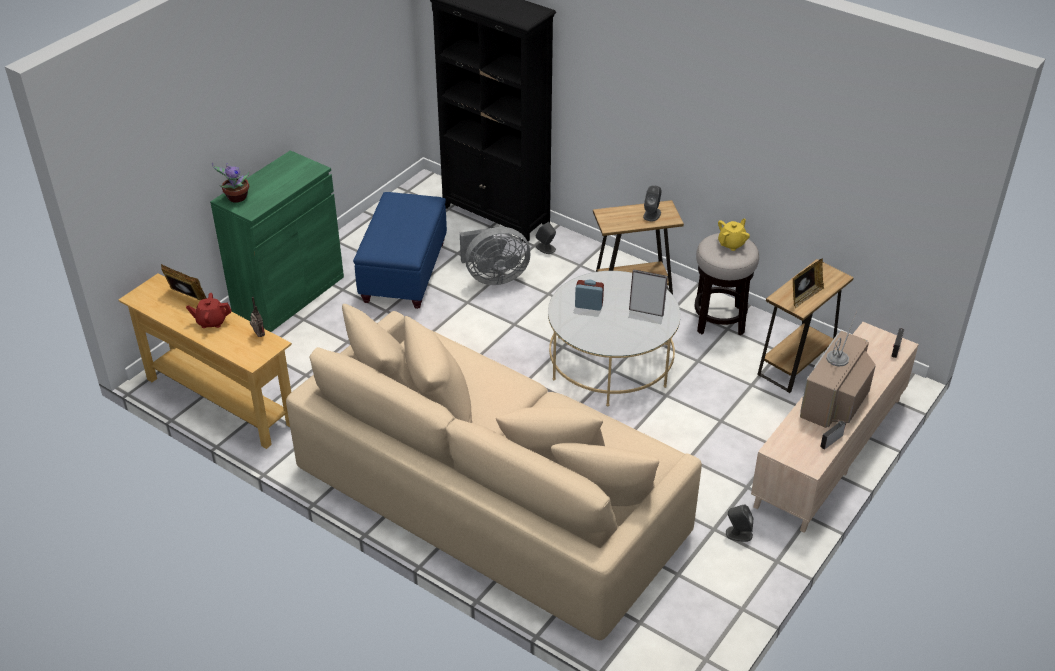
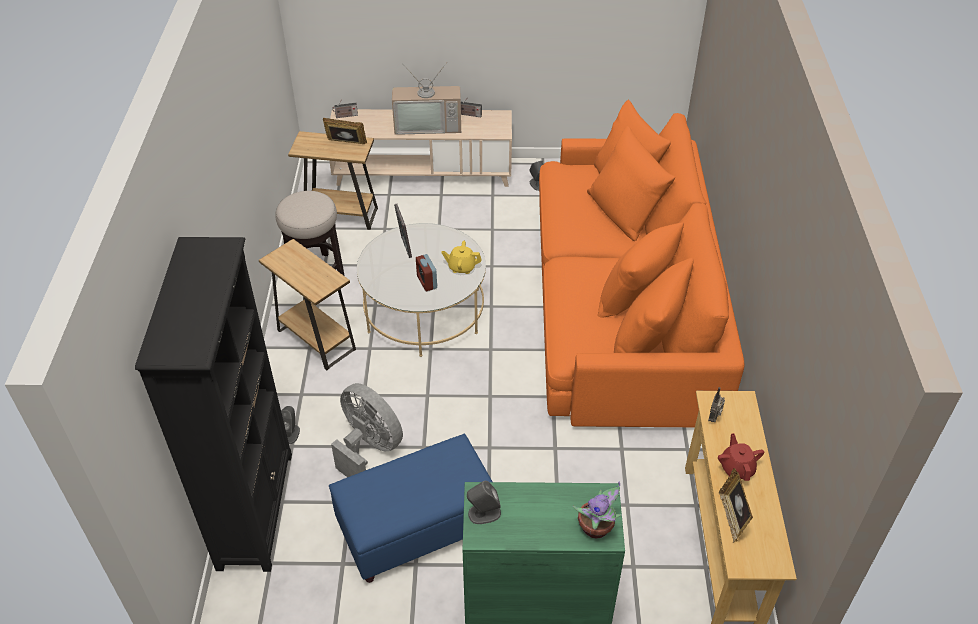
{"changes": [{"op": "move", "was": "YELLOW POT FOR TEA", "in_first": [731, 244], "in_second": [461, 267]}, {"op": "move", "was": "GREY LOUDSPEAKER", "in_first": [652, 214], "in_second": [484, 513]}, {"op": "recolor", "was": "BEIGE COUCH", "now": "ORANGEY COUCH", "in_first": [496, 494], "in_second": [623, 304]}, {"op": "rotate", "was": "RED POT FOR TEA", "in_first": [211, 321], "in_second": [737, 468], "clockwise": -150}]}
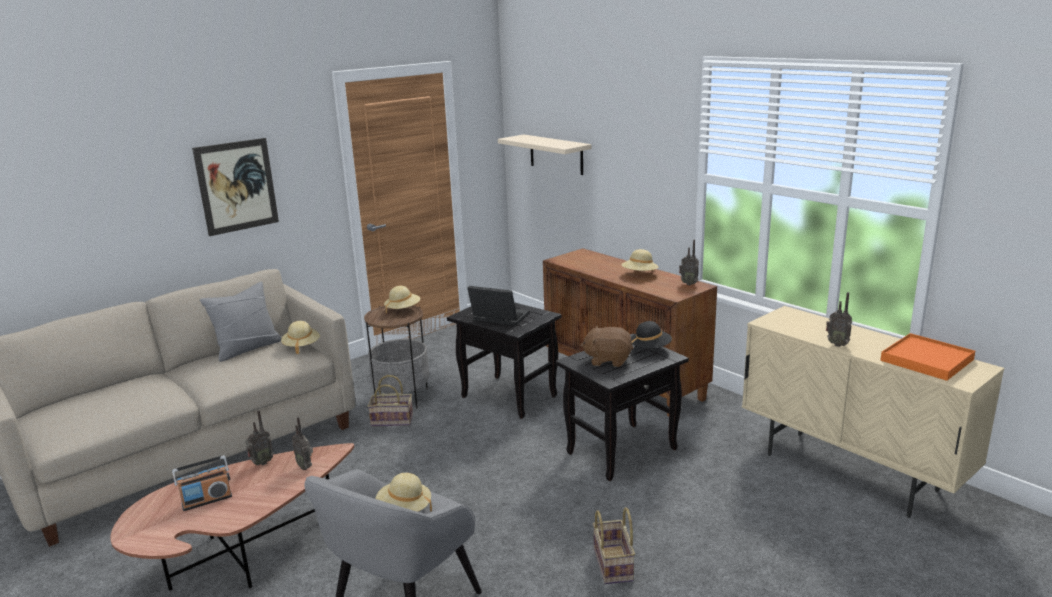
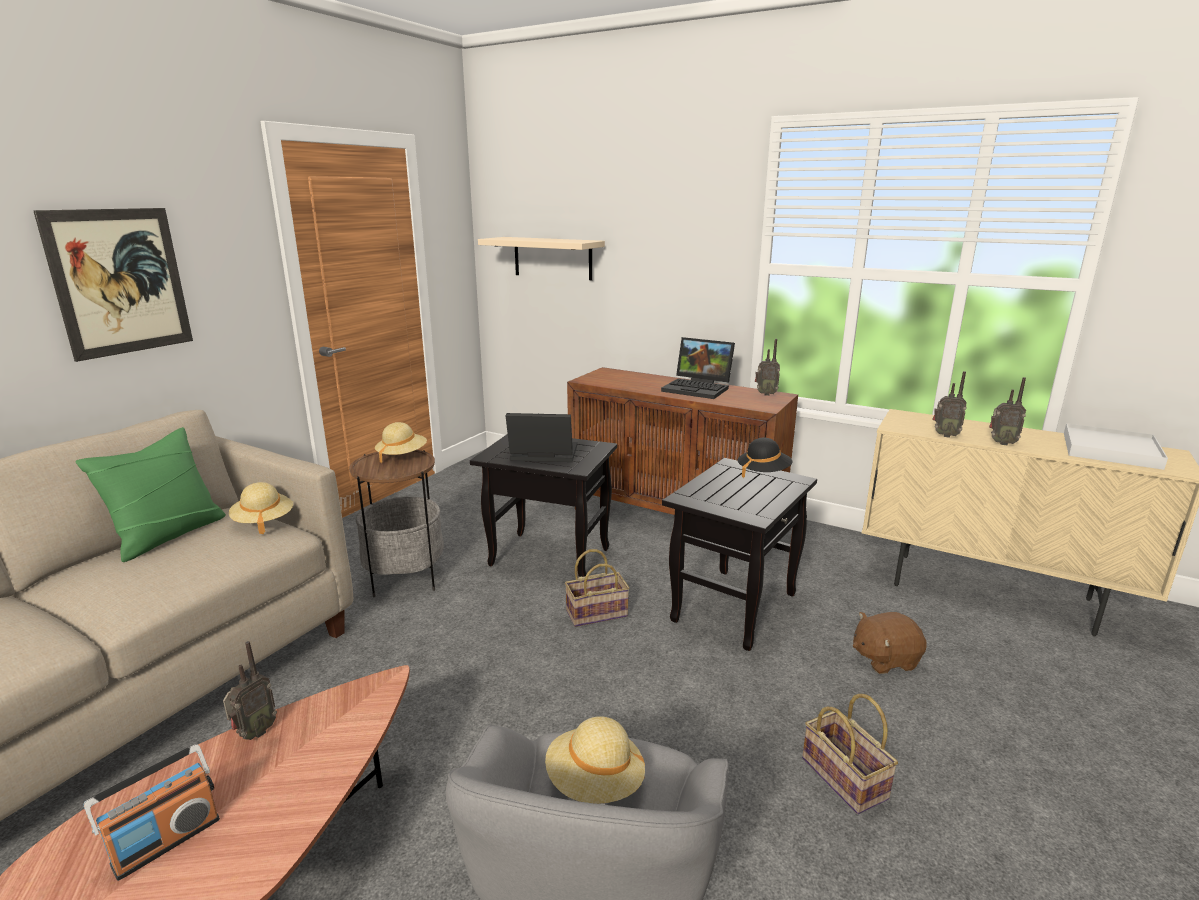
{"changes": [{"op": "recolor", "was": "GREY CUSHION", "now": "GREEN CUSHION", "in_first": [247, 348], "in_second": [168, 535]}, {"op": "move", "was": "BASKET", "in_first": [393, 420], "in_second": [598, 612]}, {"op": "replace", "was": "BEIGE CLOTHING HAT", "now": "PORTABLE COMPUTER", "in_first": [639, 274], "in_second": [699, 388]}, {"op": "move", "was": "BROWNISH SOFT TOY", "in_first": [608, 360], "in_second": [884, 659]}, {"op": "move", "was": "RADIO SET", "in_first": [305, 466], "in_second": [945, 435]}, {"op": "recolor", "was": "ORANGEY SERVING TRAY", "now": "WHITISH SERVING TRAY", "in_first": [927, 360], "in_second": [1110, 450]}]}
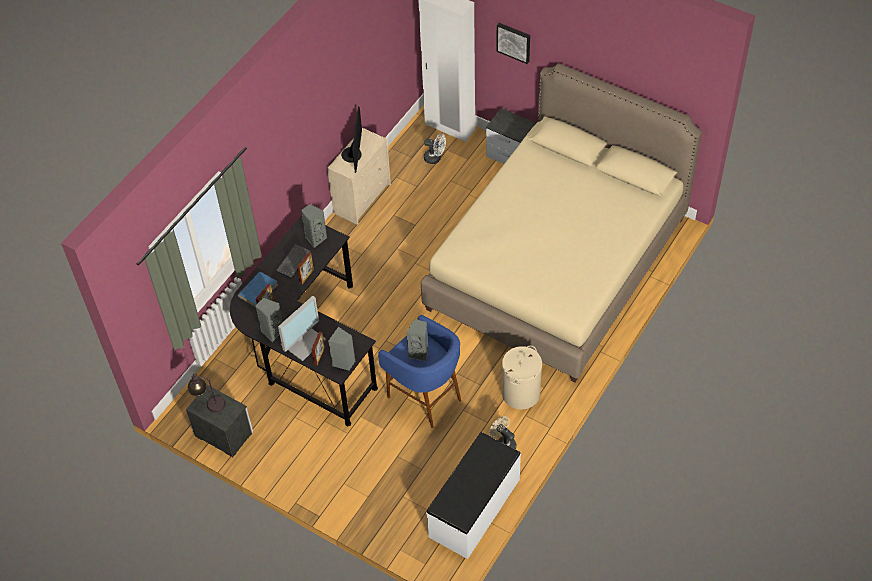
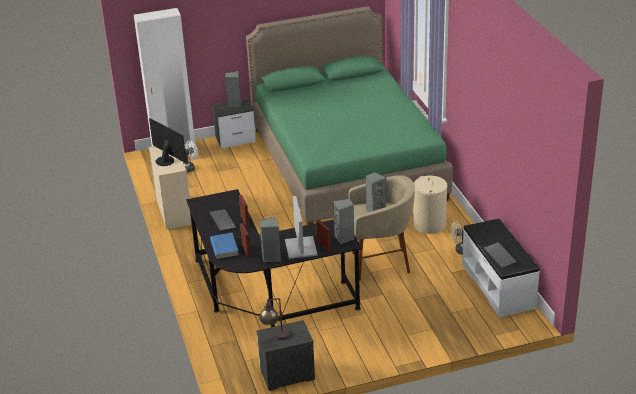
{"changes": [{"op": "move", "was": "GREY LOUDSPEAKER", "in_first": [315, 238], "in_second": [234, 103]}, {"op": "recolor", "was": "BEIGE BED", "now": "GREEN BED", "in_first": [557, 263], "in_second": [346, 163]}, {"op": "recolor", "was": "BLUE STOOL SEAT", "now": "BEIGE STOOL SEAT", "in_first": [425, 397], "in_second": [381, 264]}, {"op": "insert", "now": "PC KEYBOARD", "in_second": [501, 256]}, {"op": "delete", "was": "WALL PICTURE", "in_first": [514, 42]}]}
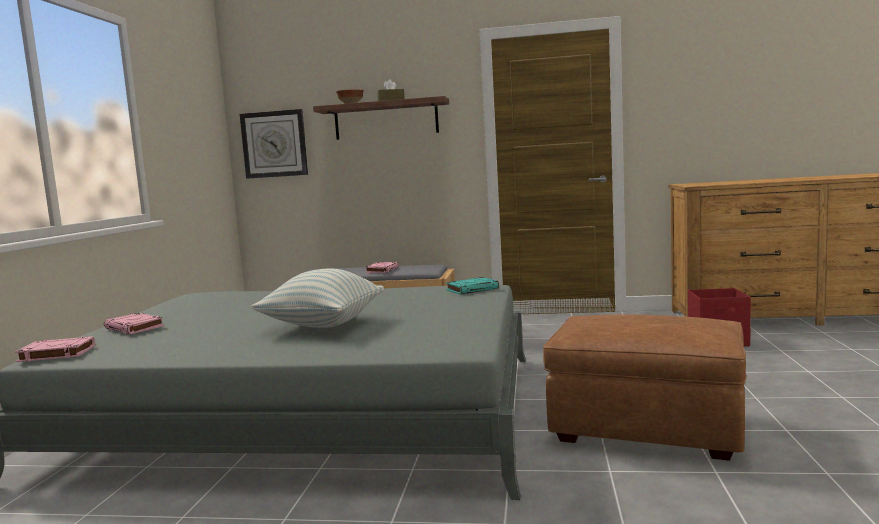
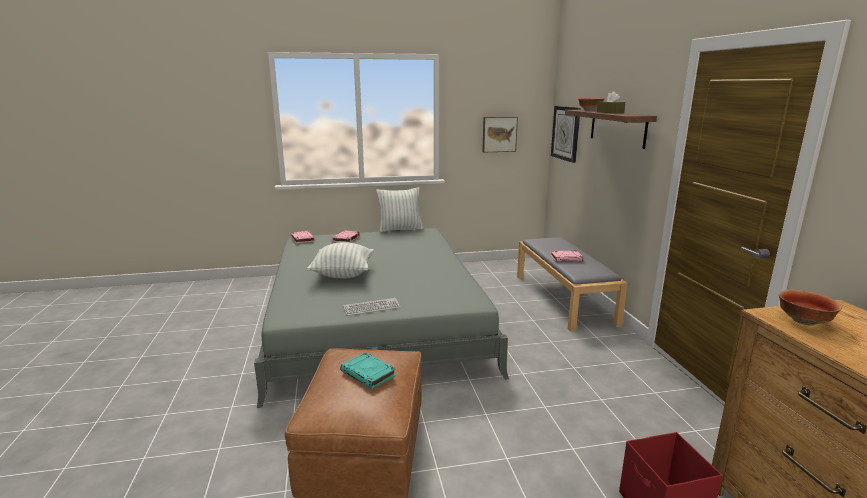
{"changes": [{"op": "move", "was": "BLUE-GREEN BOOK", "in_first": [472, 289], "in_second": [369, 374]}, {"op": "insert", "now": "PC KEYBOARD", "in_second": [372, 308]}, {"op": "insert", "now": "CUSHION", "in_second": [400, 229]}, {"op": "insert", "now": "WALL PICTURE", "in_second": [499, 134]}, {"op": "insert", "now": "BOWL", "in_second": [804, 321]}]}
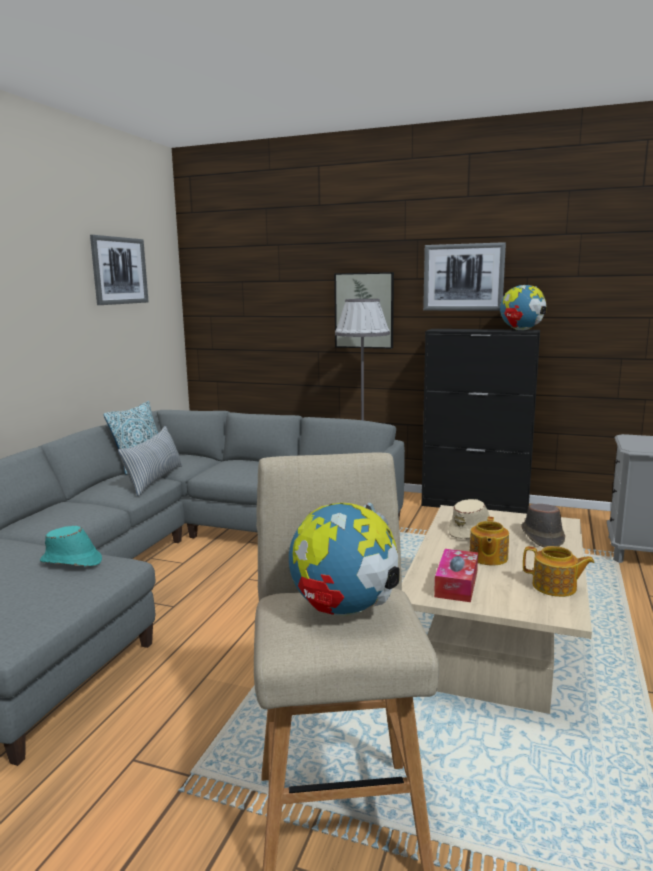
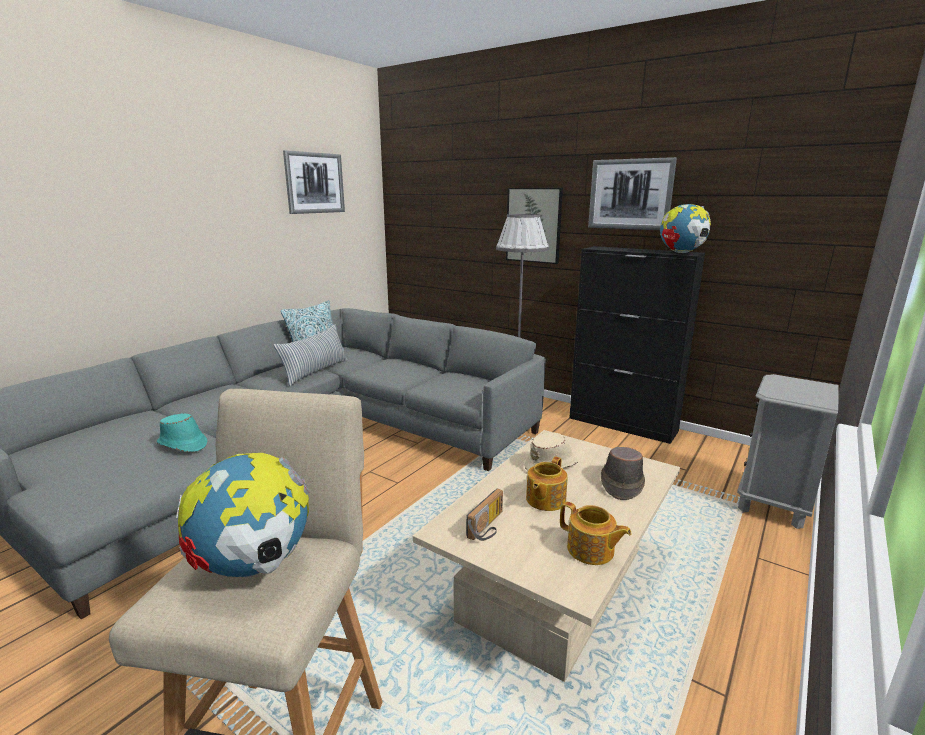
{"changes": [{"op": "replace", "was": "BOX OF TISSUES", "now": "RADIO SET", "in_first": [456, 584], "in_second": [489, 527]}]}
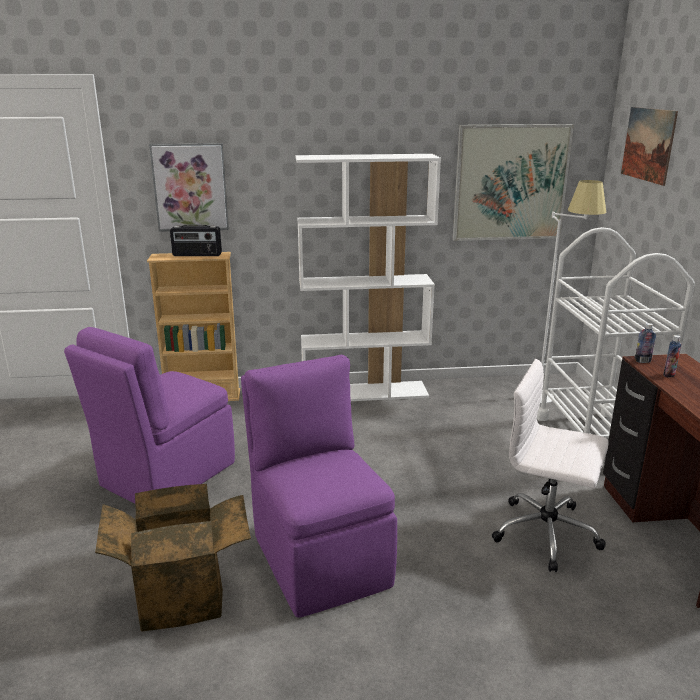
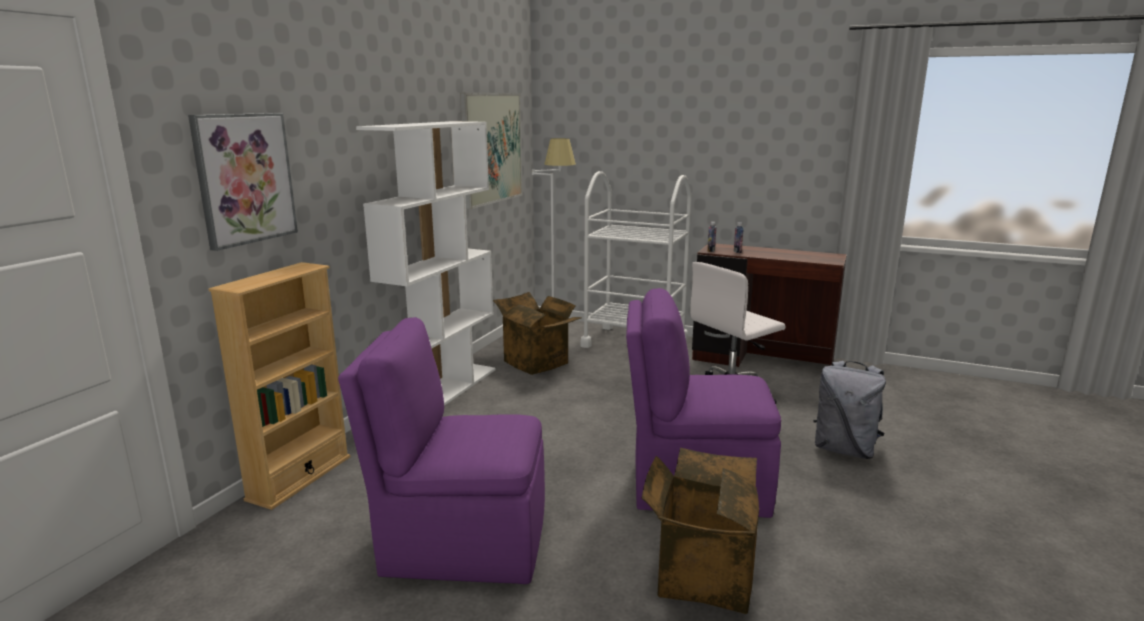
{"changes": [{"op": "rotate", "was": "PURPLE-COLOURED CHAIR", "in_first": [165, 476], "in_second": [461, 543], "clockwise": 120}, {"op": "insert", "now": "CARDBOARD BOX", "in_second": [539, 362]}, {"op": "insert", "now": "GREY KNAPSACK", "in_second": [844, 449]}, {"op": "delete", "was": "RADIO SET", "in_first": [197, 255]}, {"op": "delete", "was": "WALL PICTURE", "in_first": [648, 144]}]}
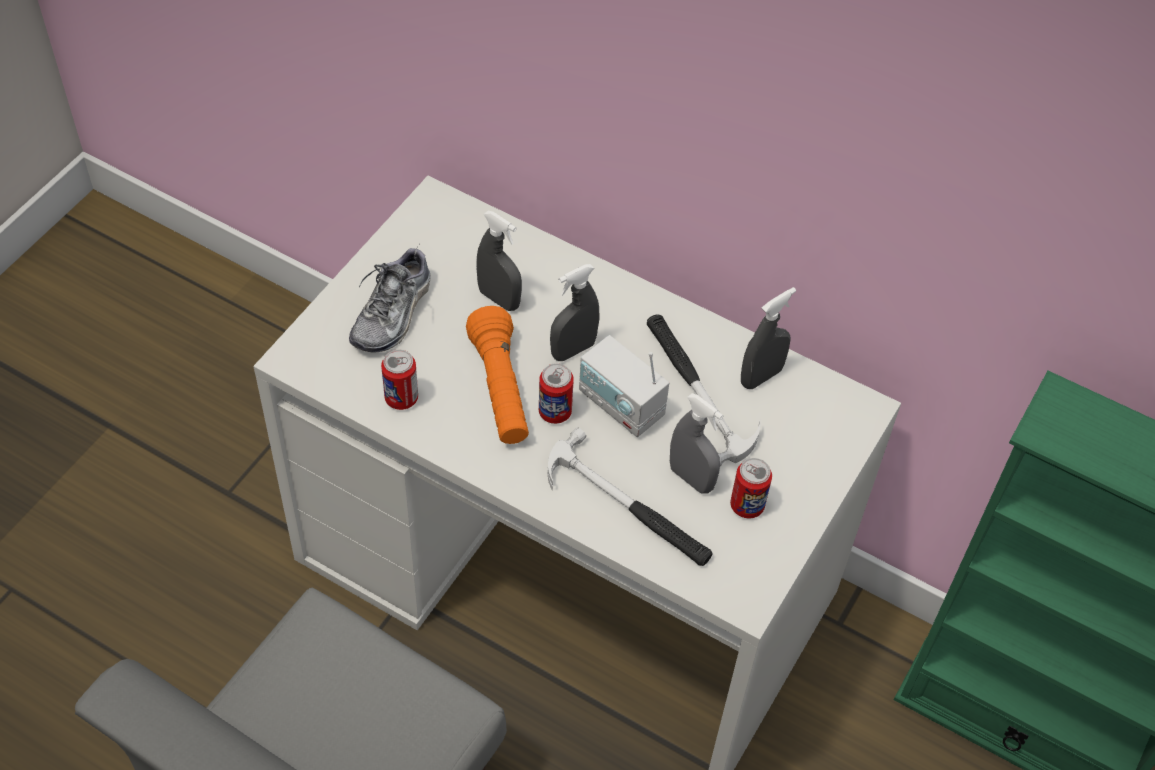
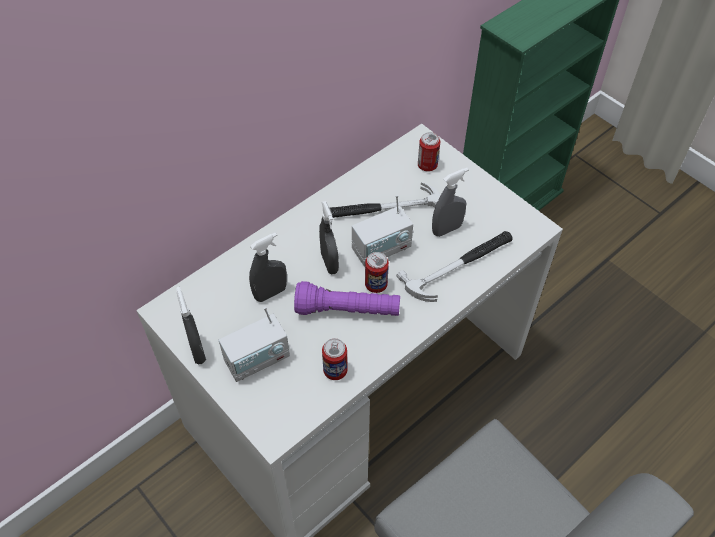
{"changes": [{"op": "move", "was": "GREY SPRAY BOTTLE", "in_first": [761, 376], "in_second": [197, 350]}, {"op": "replace", "was": "LOW SHOE", "now": "RADIO SET", "in_first": [393, 313], "in_second": [257, 360]}, {"op": "recolor", "was": "ORANGEY FLASHLIGHT", "now": "PURPLE-COLOURED FLASHLIGHT", "in_first": [500, 389], "in_second": [347, 310]}, {"op": "move", "was": "SEALED CAN", "in_first": [747, 506], "in_second": [427, 165]}]}
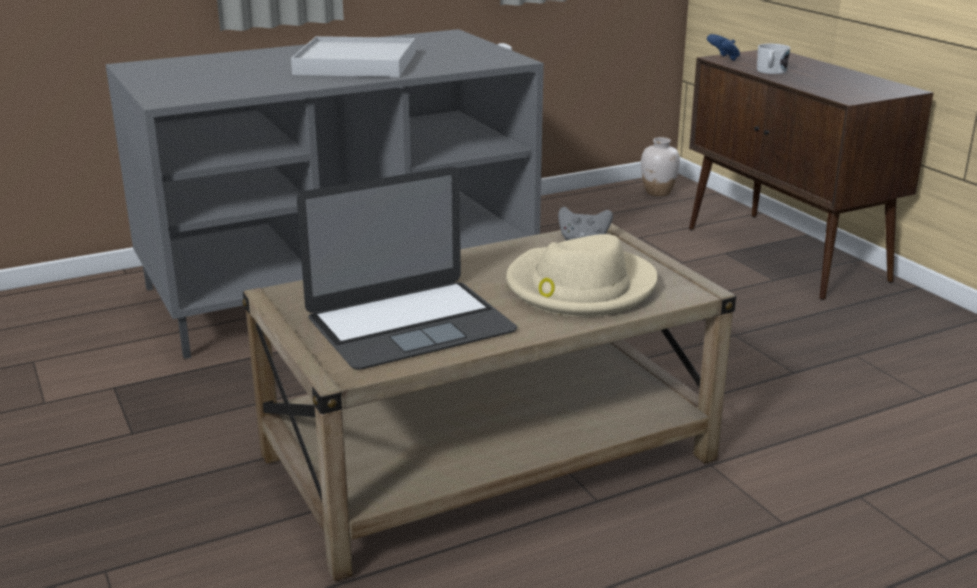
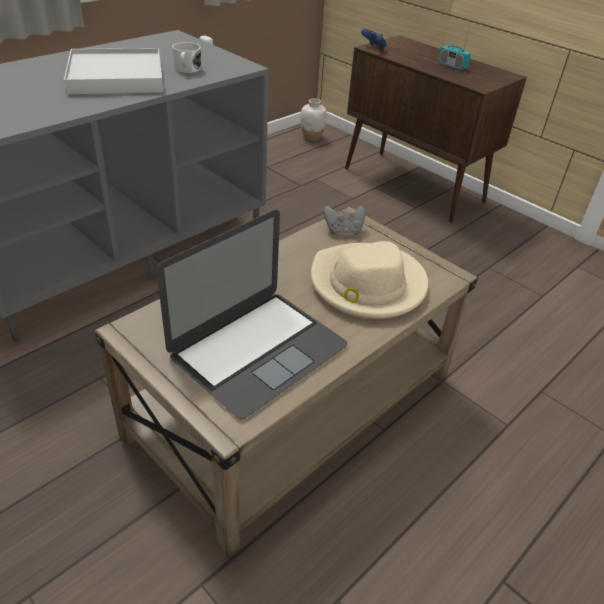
{"changes": [{"op": "move", "was": "WHITISH TEA MUG", "in_first": [770, 71], "in_second": [187, 70]}, {"op": "insert", "now": "RADIO SET", "in_second": [452, 66]}]}
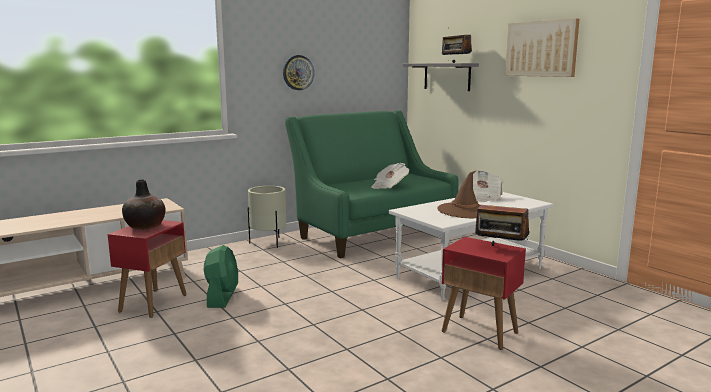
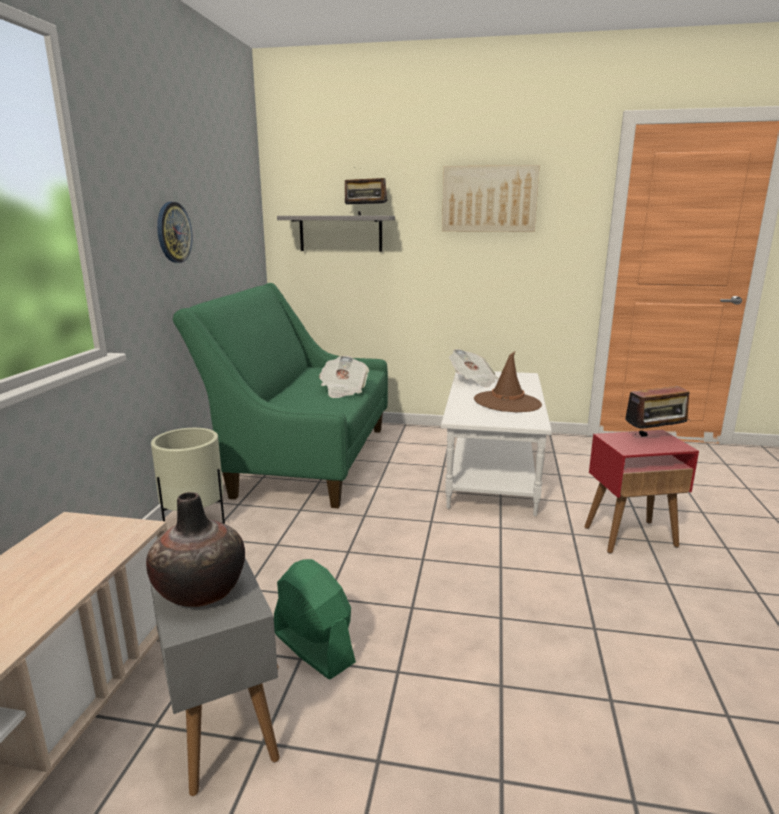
{"changes": [{"op": "recolor", "was": "RED SIDE TABLE", "now": "GREY SIDE TABLE", "in_first": [154, 302], "in_second": [222, 729]}]}
